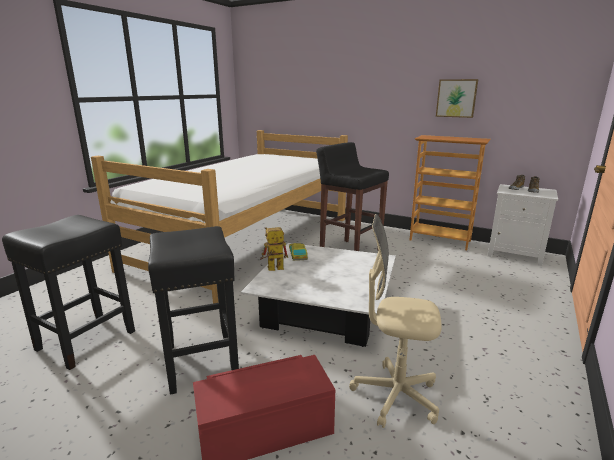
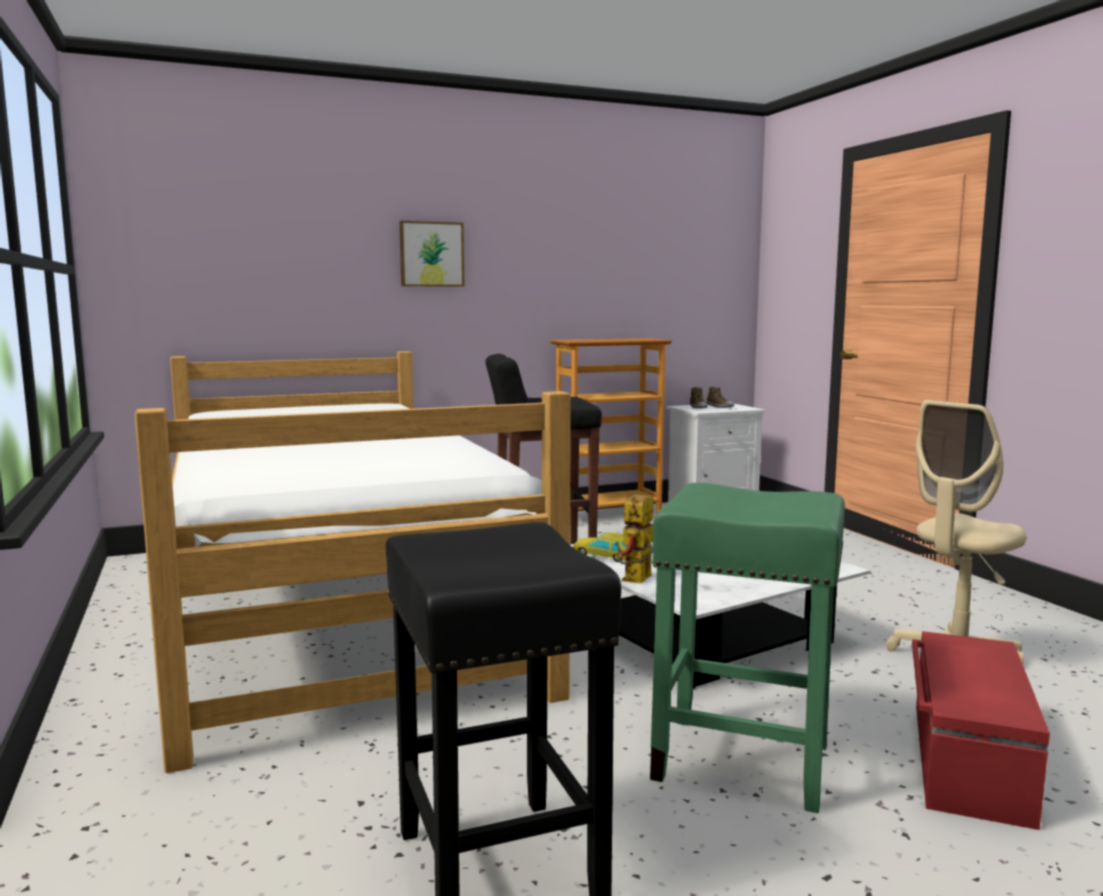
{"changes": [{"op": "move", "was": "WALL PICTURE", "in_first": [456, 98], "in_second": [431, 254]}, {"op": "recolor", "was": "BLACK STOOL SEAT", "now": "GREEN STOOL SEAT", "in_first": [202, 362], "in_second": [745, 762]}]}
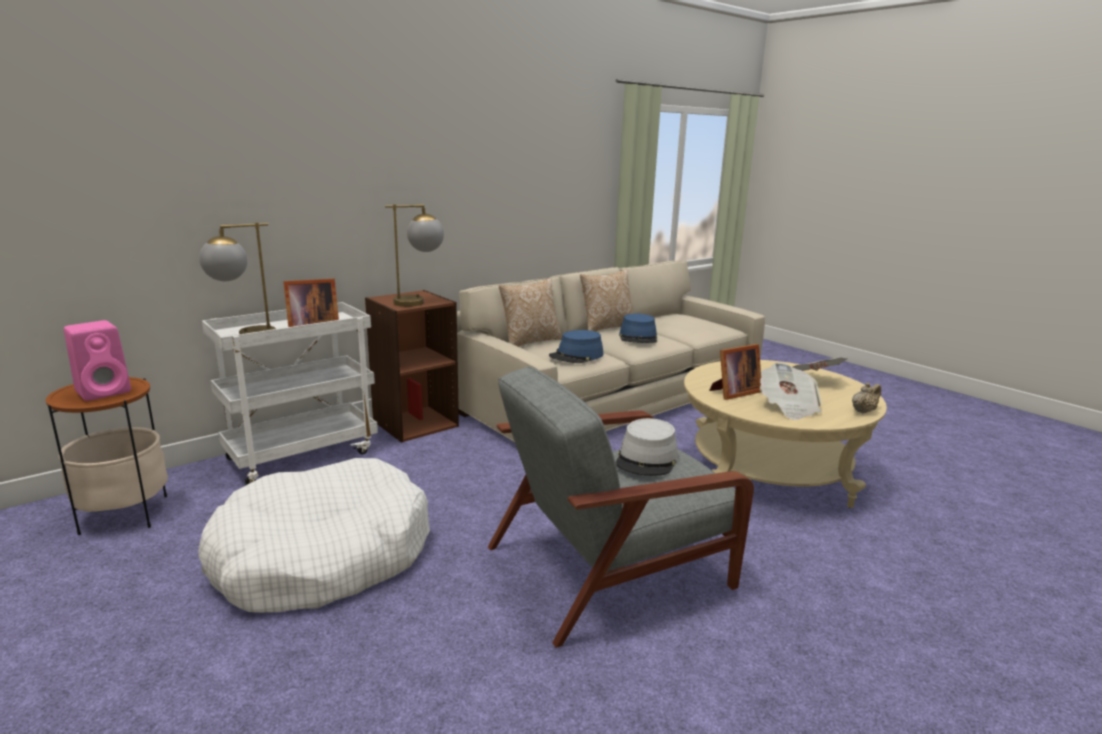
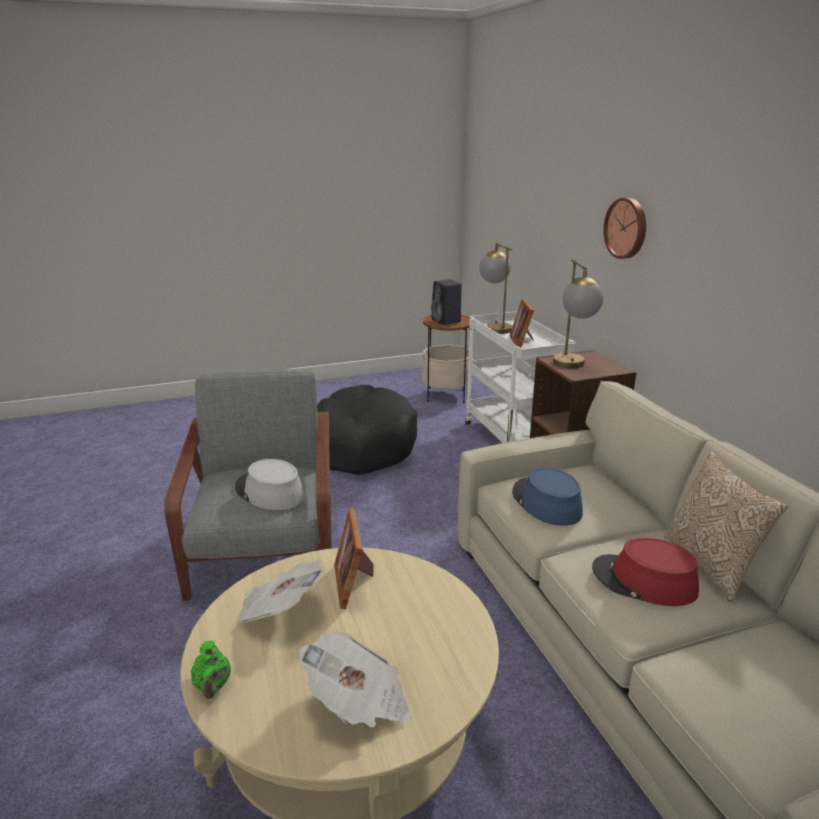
{"changes": [{"op": "recolor", "was": "BEIGE POT FOR TEA", "now": "GREEN POT FOR TEA", "in_first": [863, 411], "in_second": [213, 686]}, {"op": "recolor", "was": "WHITISH DOG BED", "now": "BLACK DOG BED", "in_first": [322, 556], "in_second": [362, 444]}, {"op": "recolor", "was": "PINKISH LOUDSPEAKER", "now": "BLACK LOUDSPEAKER", "in_first": [105, 391], "in_second": [447, 321]}, {"op": "recolor", "was": "BLUE CLOTHING HAT", "now": "RED CLOTHING HAT", "in_first": [638, 337], "in_second": [644, 581]}, {"op": "insert", "now": "CLOCK ON THE WALL", "in_second": [627, 228]}, {"op": "delete", "was": "CUSHION", "in_first": [530, 342]}]}
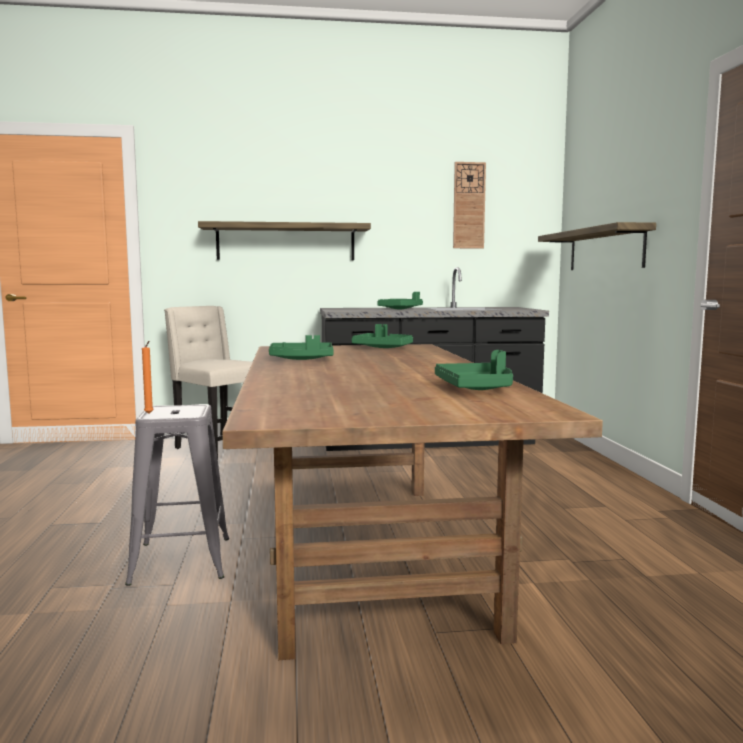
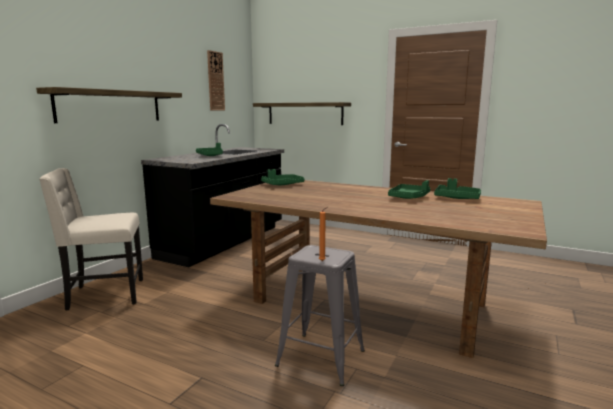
{"changes": [{"op": "move", "was": "GREEN SERVING TRAY", "in_first": [302, 359], "in_second": [409, 197]}]}
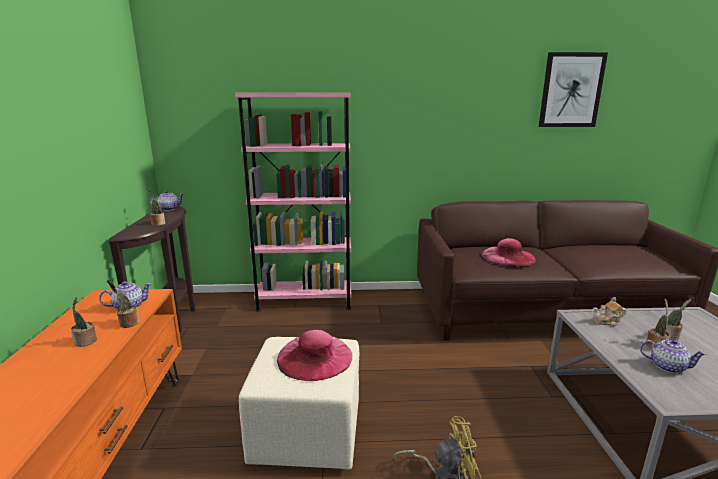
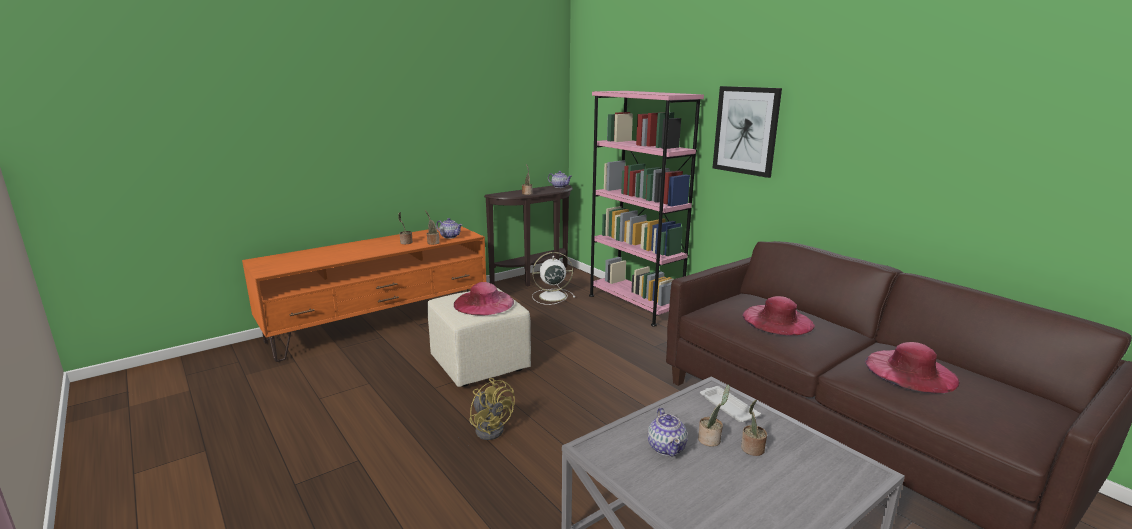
{"changes": [{"op": "insert", "now": "WHITISH COOLING FAN", "in_second": [551, 296]}, {"op": "replace", "was": "POT FOR TEA", "now": "WHITISH SERVING TRAY", "in_first": [607, 322], "in_second": [727, 407]}, {"op": "move", "was": "WALL PICTURE", "in_first": [571, 90], "in_second": [746, 130]}, {"op": "insert", "now": "PINKISH CLOTHING HAT", "in_second": [911, 371]}]}
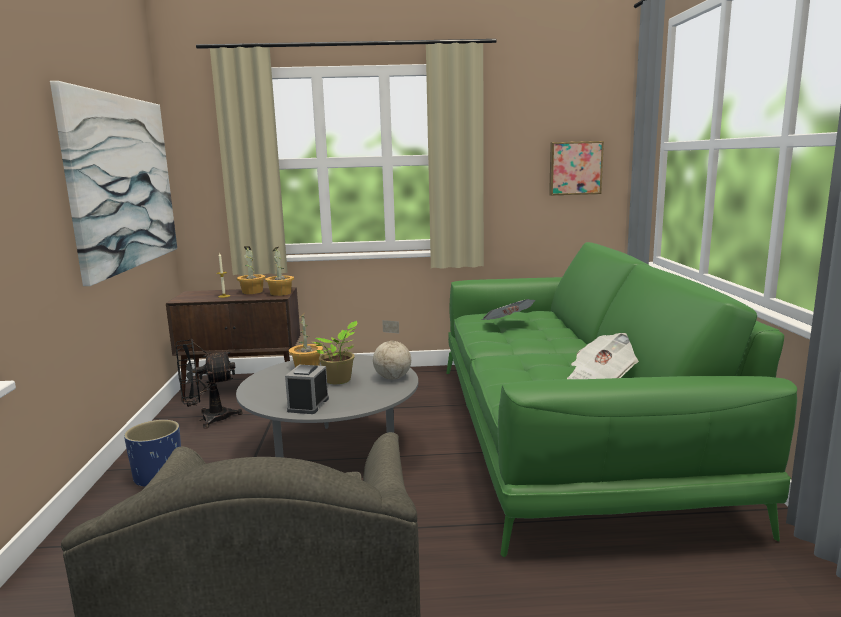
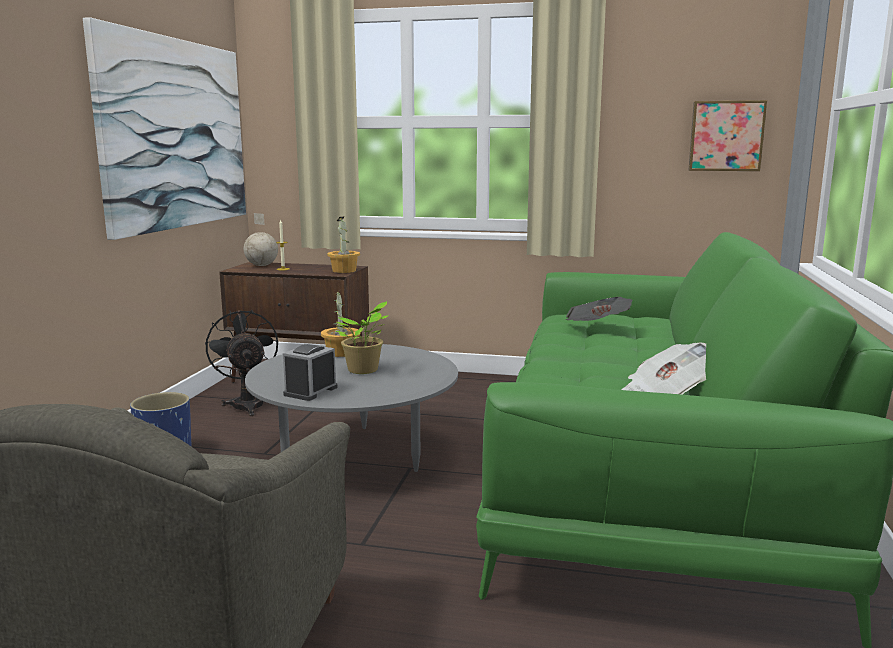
{"changes": [{"op": "rotate", "was": "BLACK COOLING FAN", "in_first": [208, 419], "in_second": [247, 403], "clockwise": 75}, {"op": "move", "was": "WORLD GLOBE", "in_first": [392, 378], "in_second": [262, 265]}, {"op": "delete", "was": "POTTED PLANT", "in_first": [252, 292]}]}
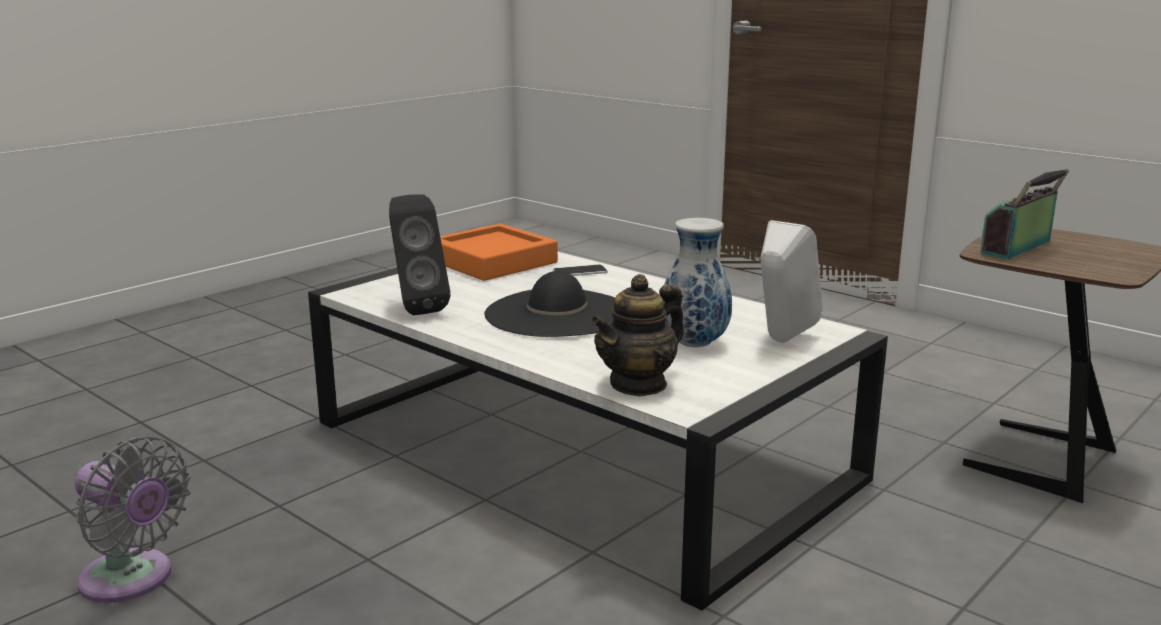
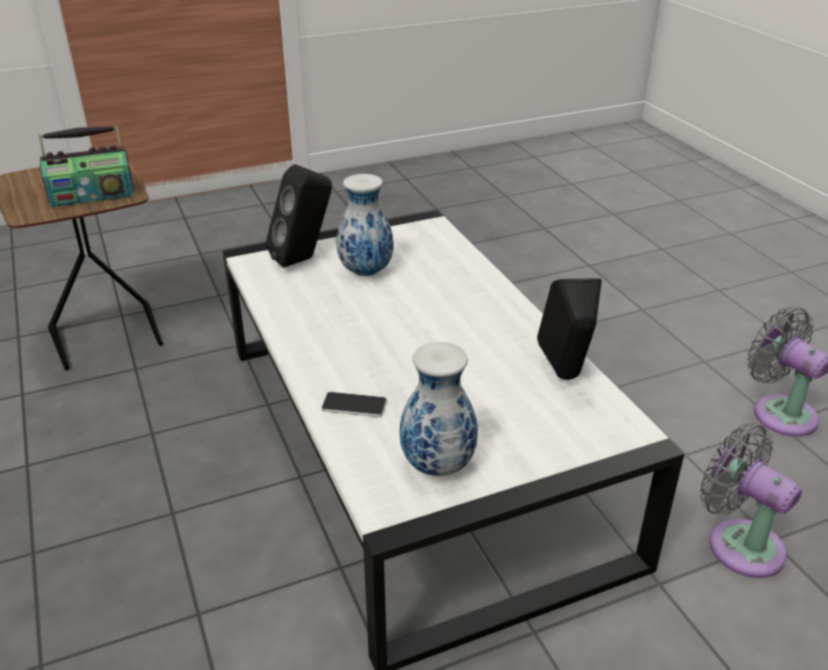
{"changes": [{"op": "recolor", "was": "WHITISH LOUDSPEAKER", "now": "BLACK LOUDSPEAKER", "in_first": [781, 342], "in_second": [304, 259]}, {"op": "replace", "was": "ORANGEY SERVING TRAY", "now": "DECORATIVE VASE", "in_first": [493, 261], "in_second": [436, 465]}, {"op": "insert", "now": "GREY COOLING FAN", "in_second": [739, 543]}, {"op": "delete", "was": "BLACK CLOTHING HAT", "in_first": [558, 313]}, {"op": "delete", "was": "POT FOR TEA", "in_first": [638, 384]}]}
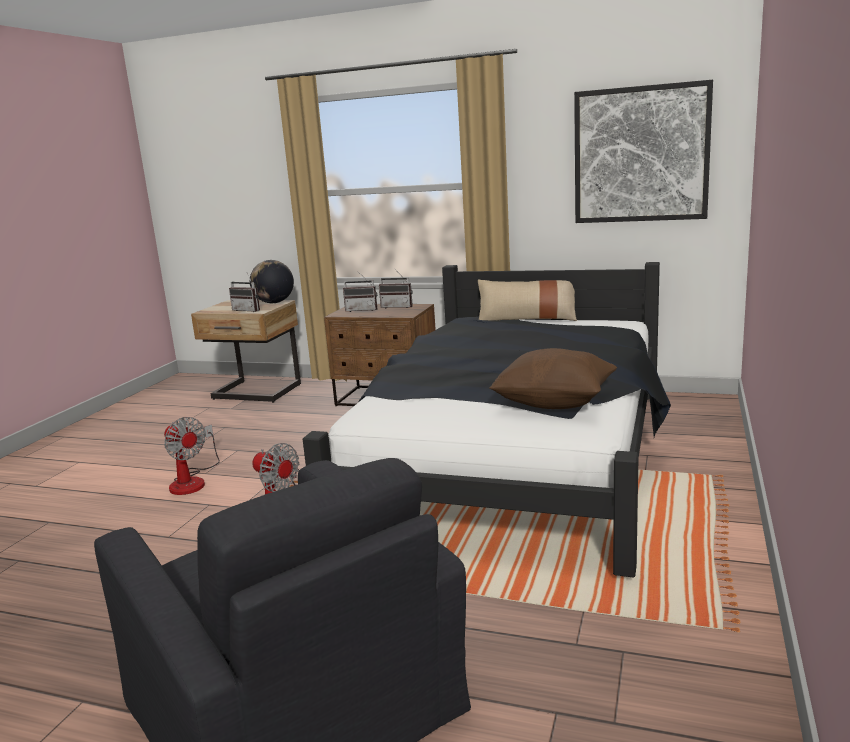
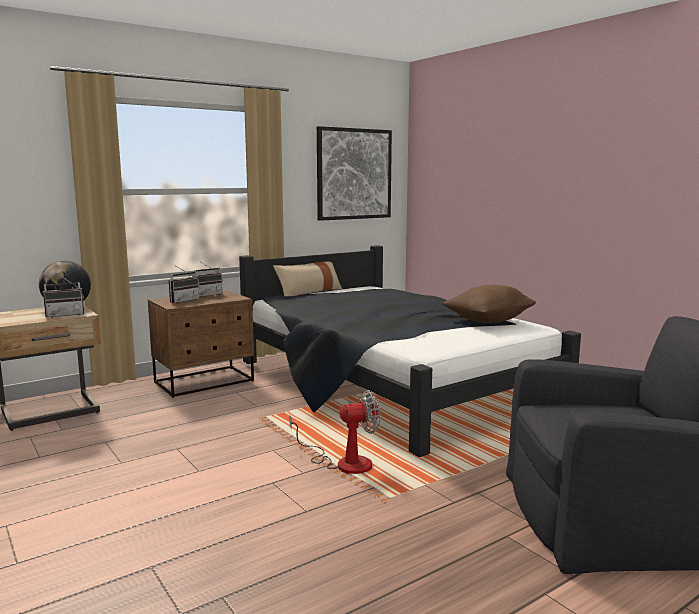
{"changes": [{"op": "delete", "was": "COOLING FAN", "in_first": [192, 481]}]}
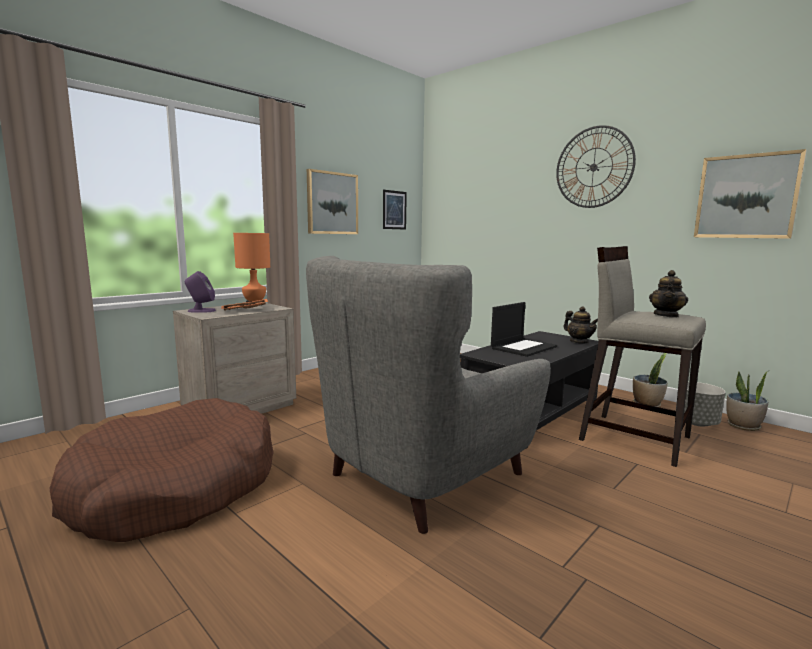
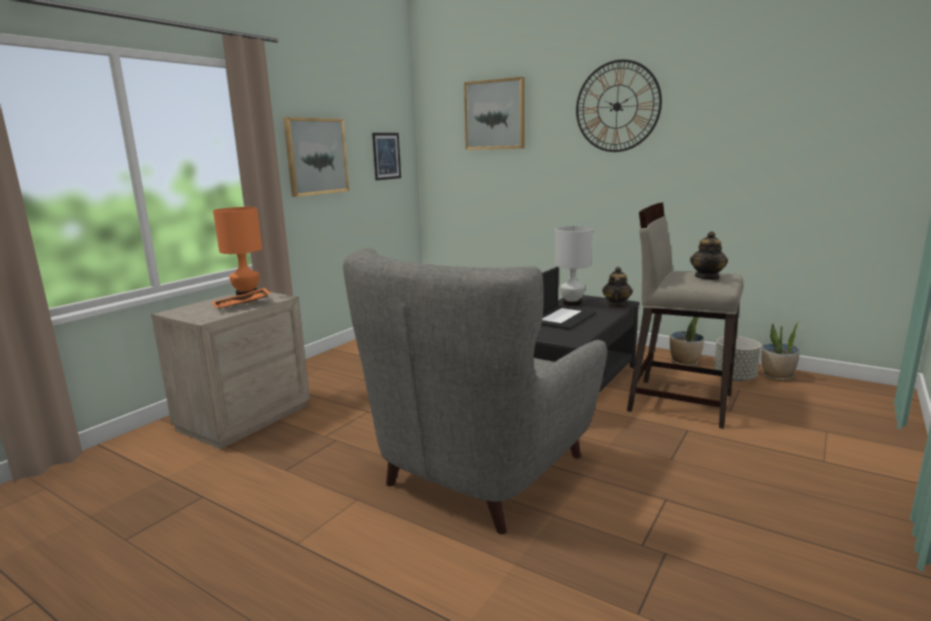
{"changes": [{"op": "move", "was": "WALL PICTURE", "in_first": [746, 196], "in_second": [495, 115]}, {"op": "insert", "now": "WHITISH TABLE LAMP", "in_second": [572, 303]}, {"op": "rotate", "was": "POT FOR TEA", "in_first": [579, 342], "in_second": [616, 305], "clockwise": -120}, {"op": "delete", "was": "BROWNISH DOG BED", "in_first": [176, 488]}, {"op": "delete", "was": "PURPLE-COLOURED LOUDSPEAKER", "in_first": [201, 311]}]}
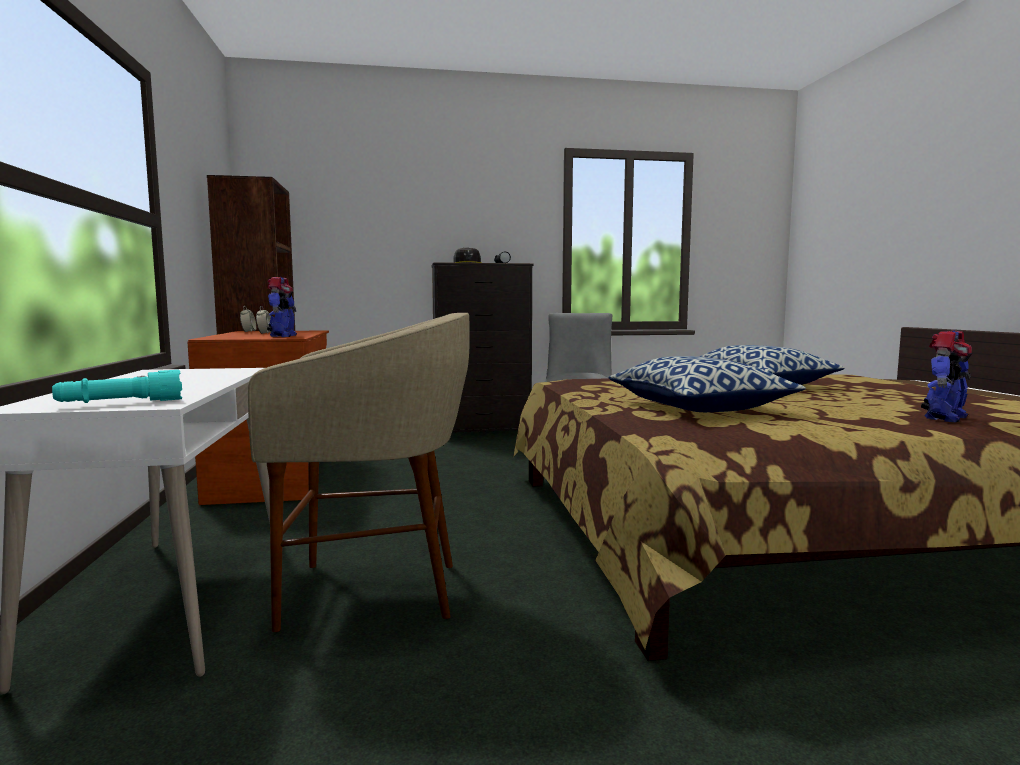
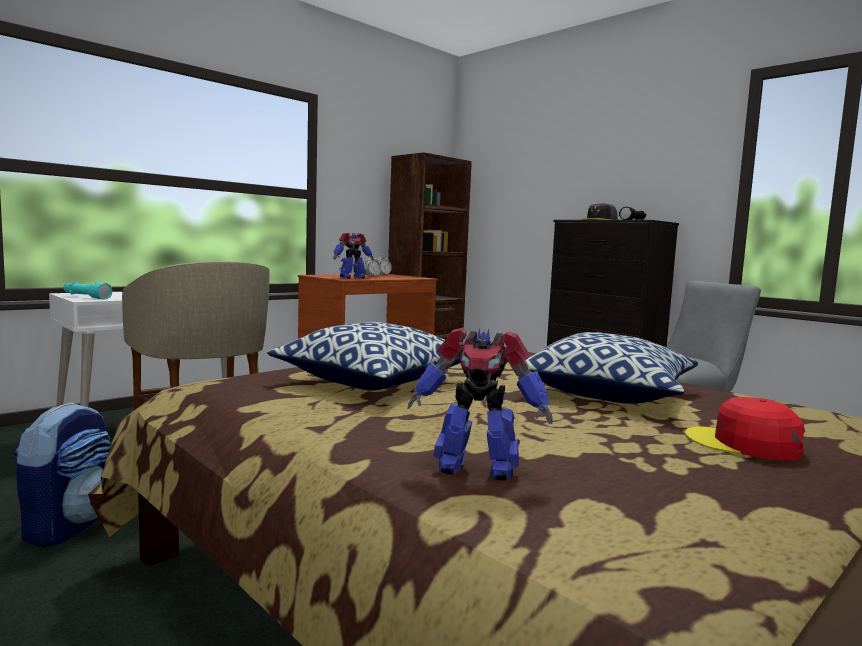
{"changes": [{"op": "insert", "now": "KNAPSACK", "in_second": [68, 526]}, {"op": "insert", "now": "RED CAP", "in_second": [743, 444]}]}
